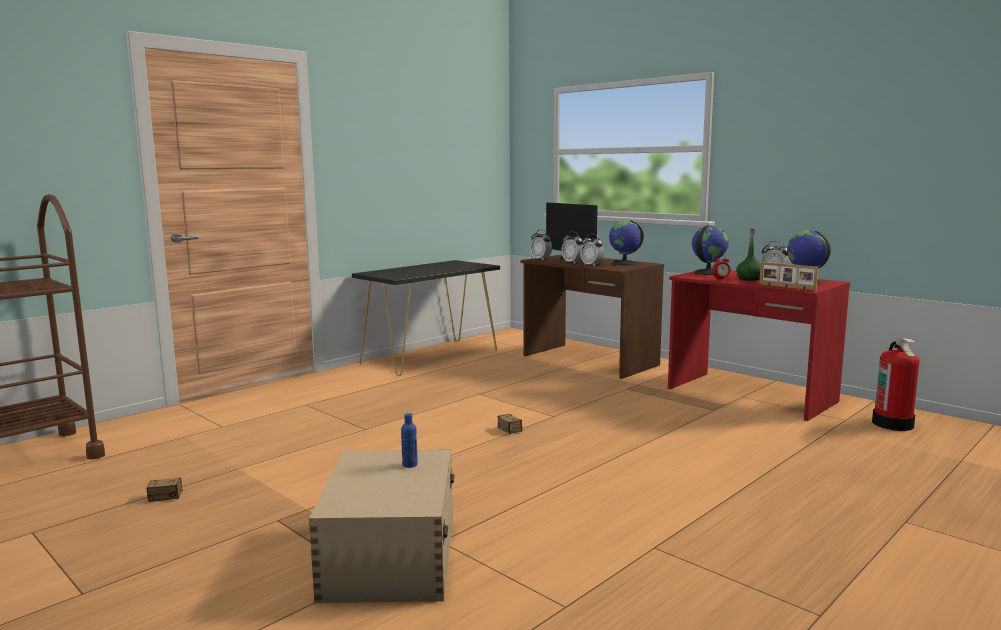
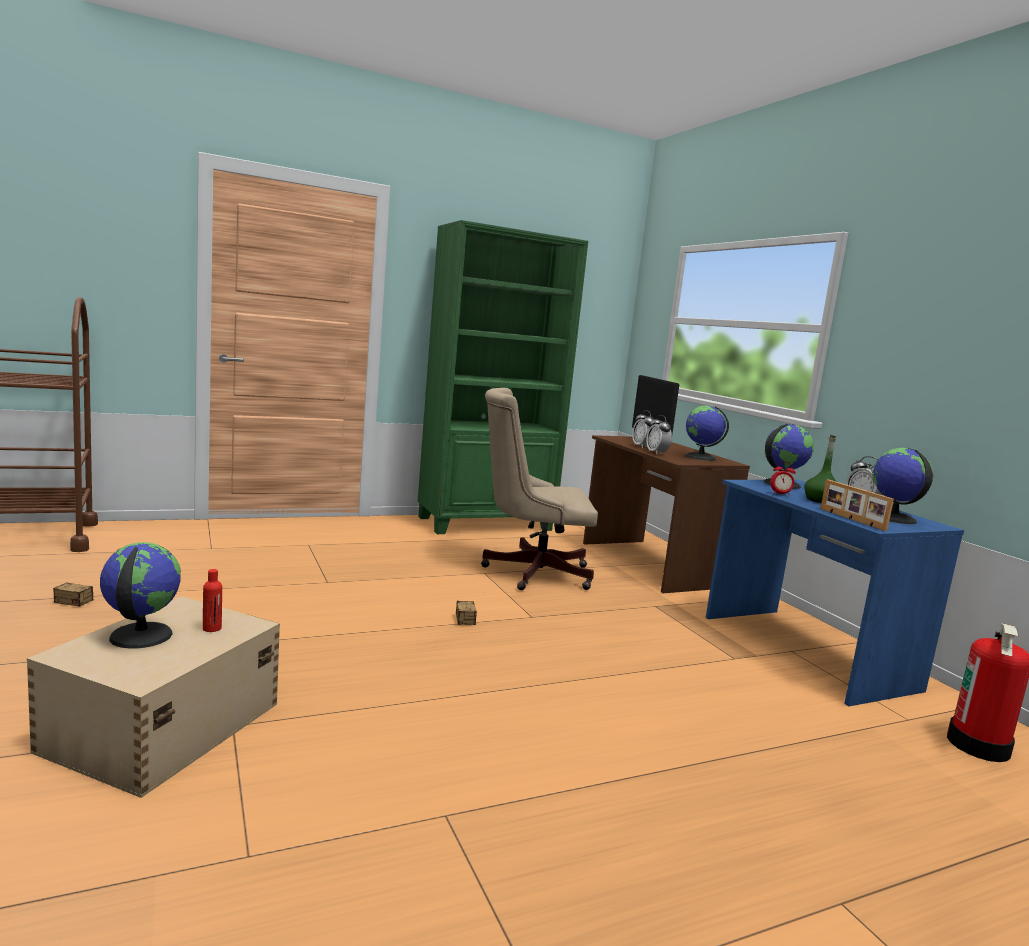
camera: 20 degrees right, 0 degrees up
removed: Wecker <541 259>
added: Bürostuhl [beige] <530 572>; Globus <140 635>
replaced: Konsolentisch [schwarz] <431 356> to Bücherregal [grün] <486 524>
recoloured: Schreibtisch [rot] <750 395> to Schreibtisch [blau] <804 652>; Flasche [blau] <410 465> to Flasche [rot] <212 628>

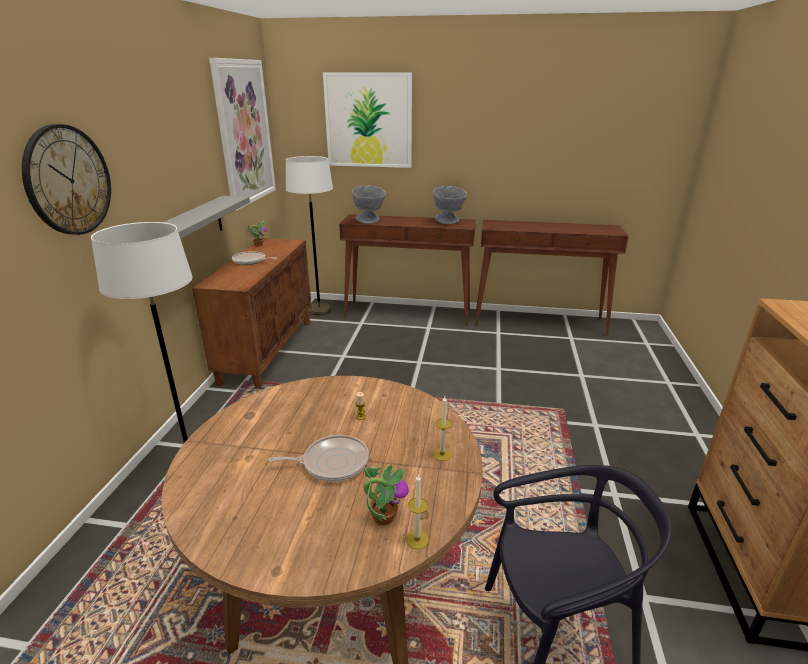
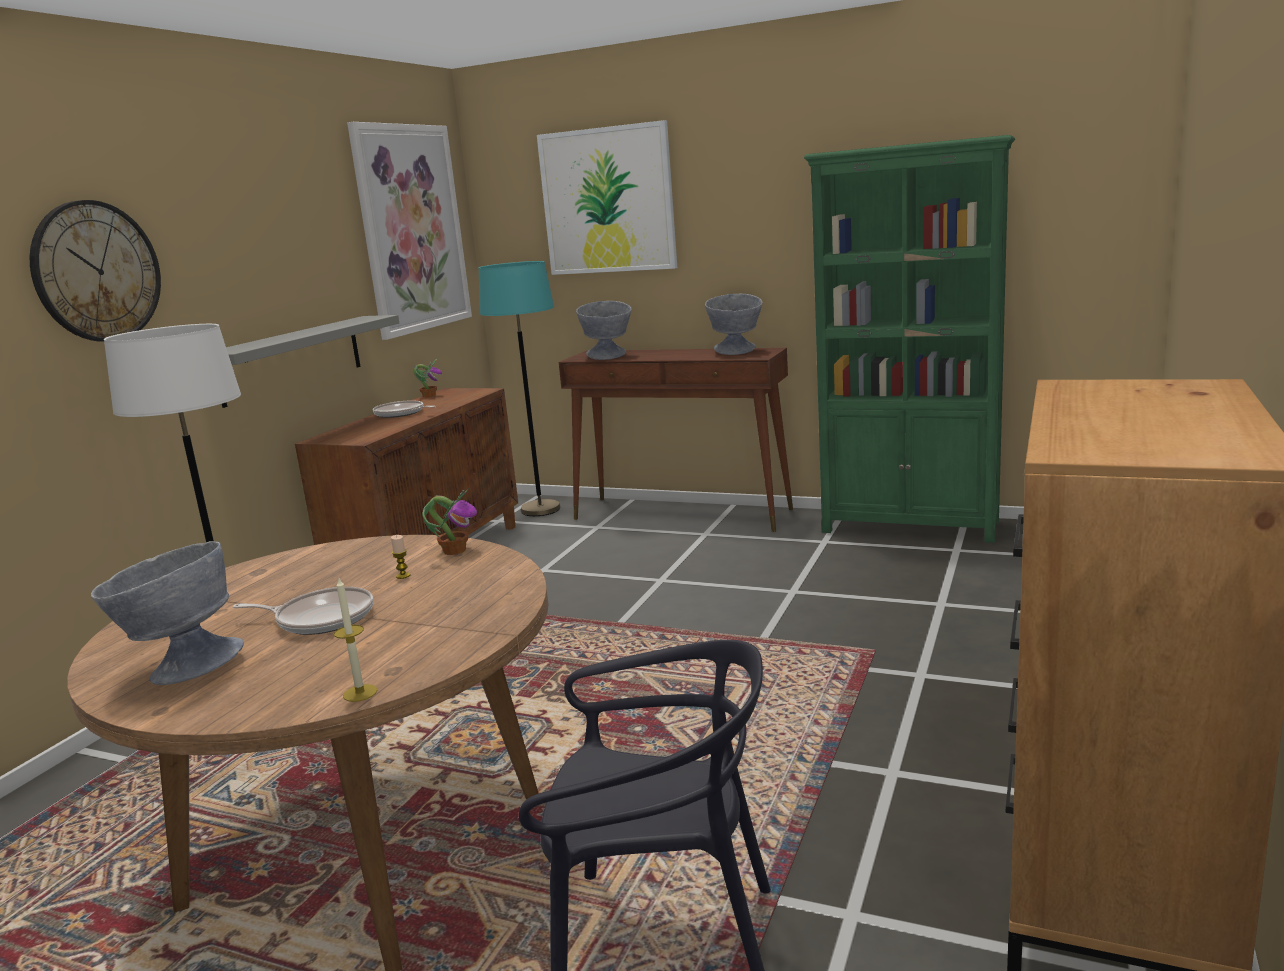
camera: 15 degrees right, 10 degrees down
removed: Kerze <442 454>
added: Schüssel [grau] <182 669>
moved: Topfpflanze <383 517> to <454 550>
replaced: Konsolentisch [braun] <539 322> to Bücherregal [grün] <911 526>
recoloured: Stehlampe [weiß] <319 310> to Stehlampe [türkis] <540 509>

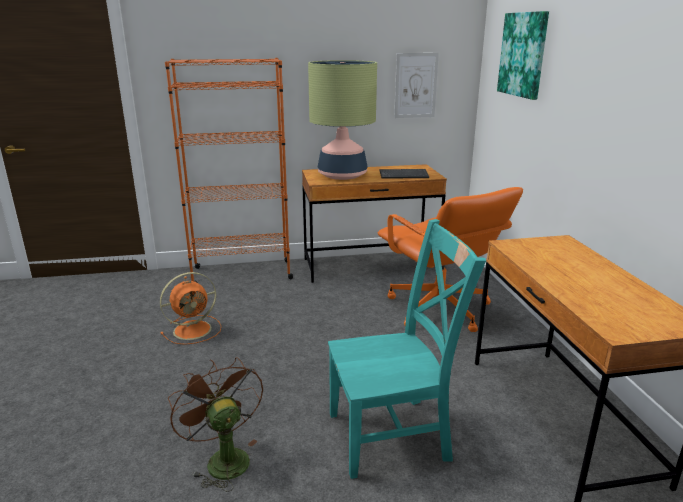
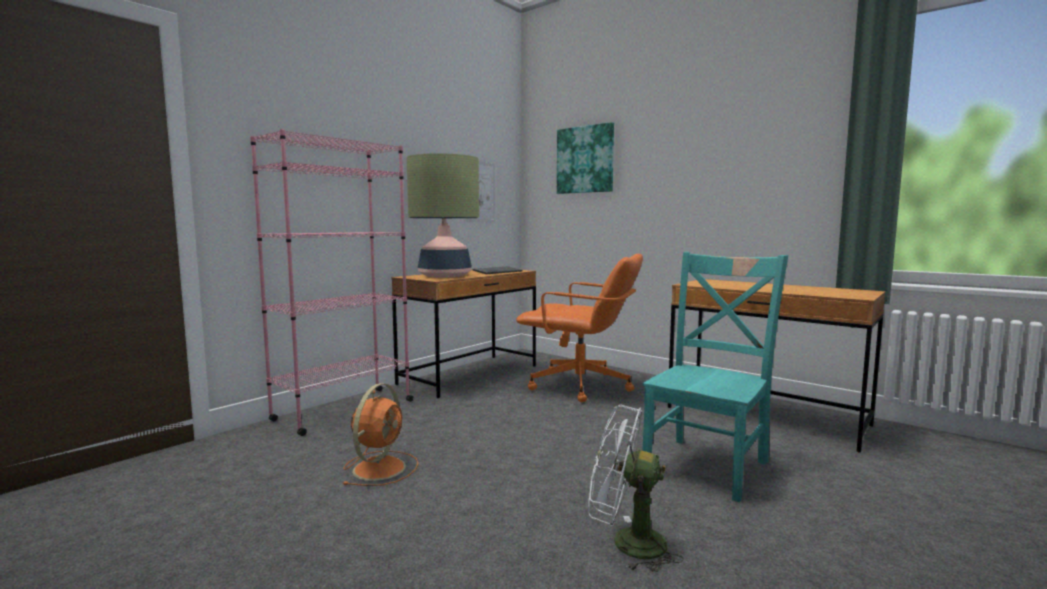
camera: 40 degrees left, 15 degrees down
recoloured: Bücherregal [orange] <242 273> to Bücherregal [rosa] <343 410>; Ventilator [braun] <223 458> to Ventilator [weiß] <626 543>

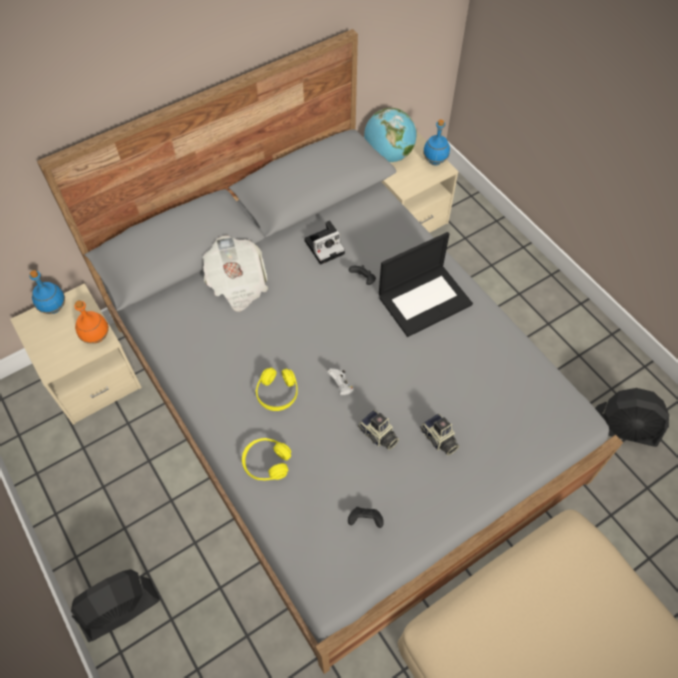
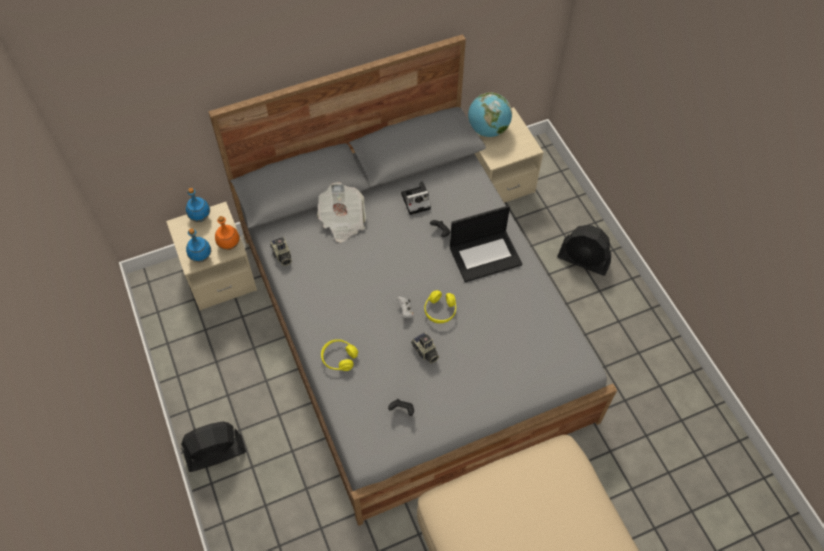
camera: 10 degrees right, 0 degrees up
moved: Flasche [blau] <435 161> to <201 257>; Kopfhörer [gelb] <277 393> to <440 310>; Ventilator [schwarz] <623 429> to <583 260>; Kamera <439 440> to <282 255>

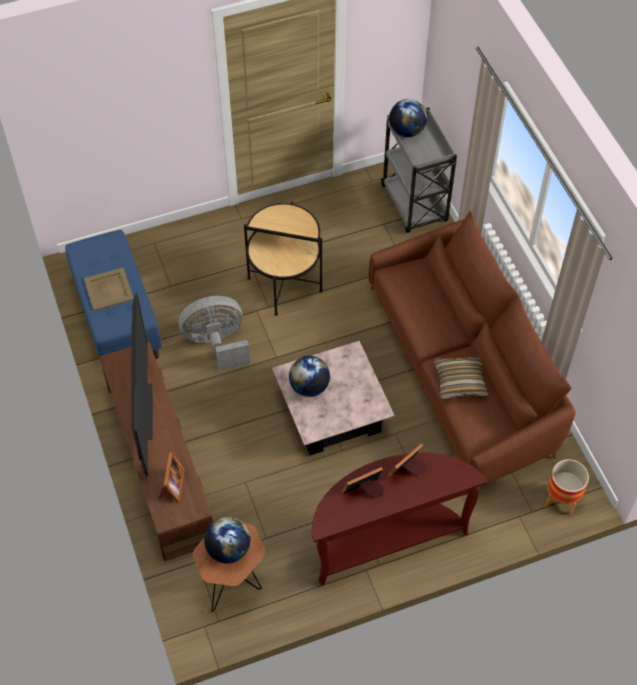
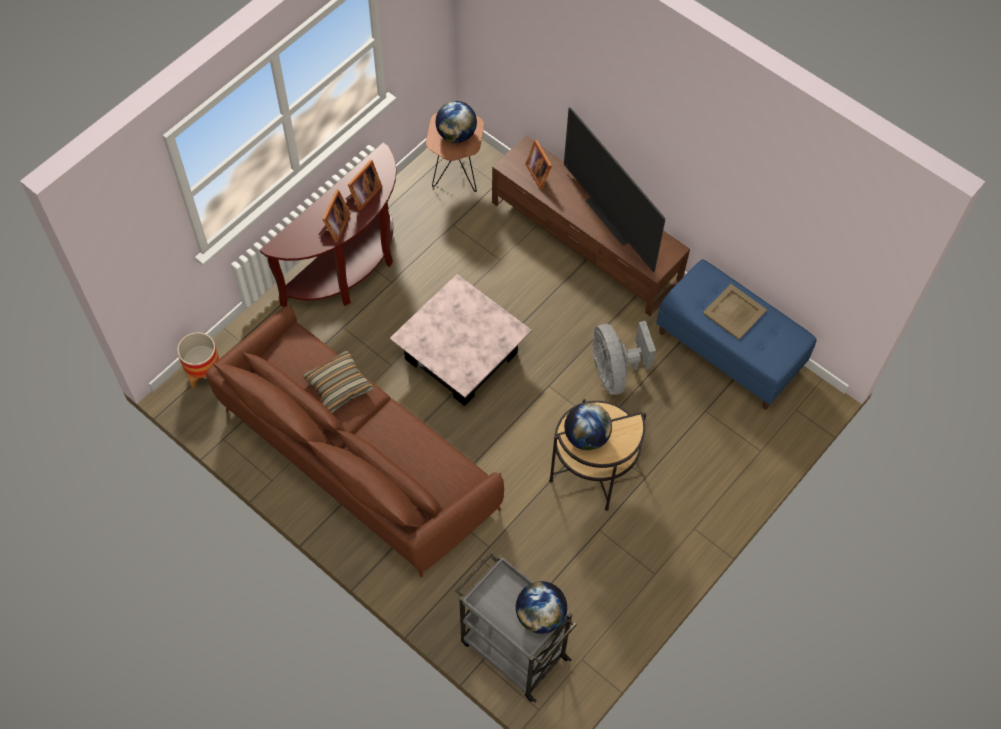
camera: 150 degrees right, 5 degrees up
moved: Globus <309 387> to <586 436>
turned: Ventilator [grau] <217 344> = <615 372> 120 degrees clockwise

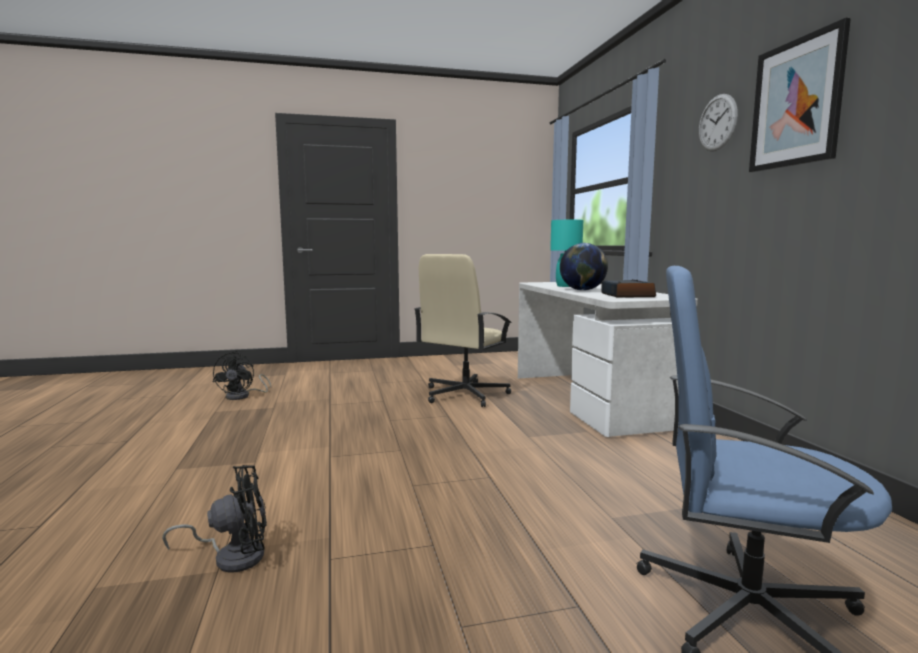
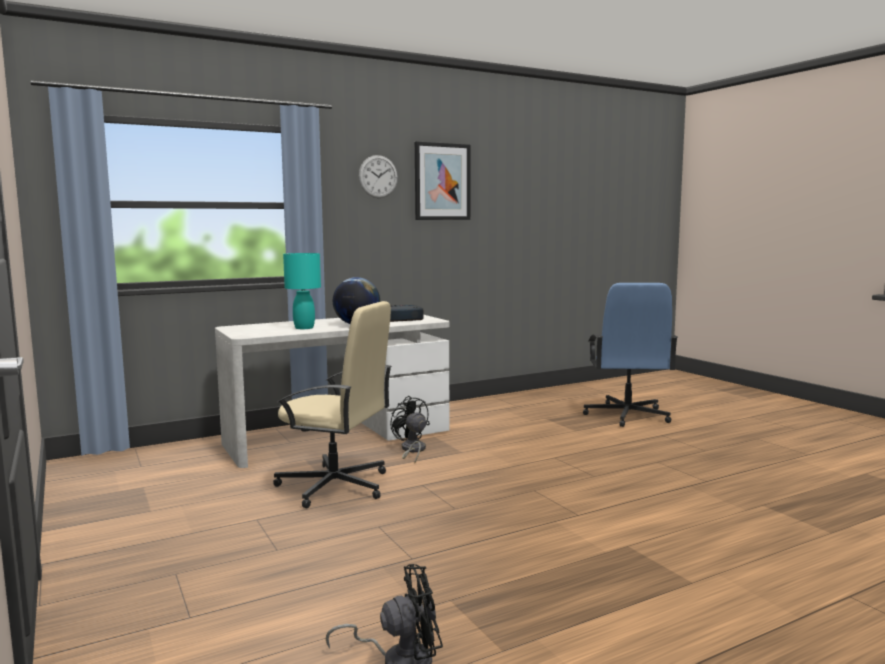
camera: 105 degrees left, 0 degrees up
moved: Ventilator [schwarz] <233 556> to <412 450>

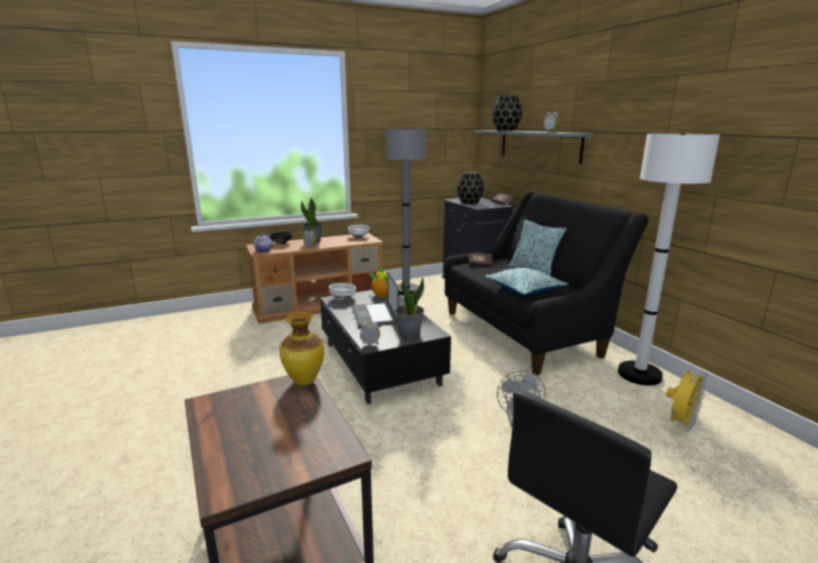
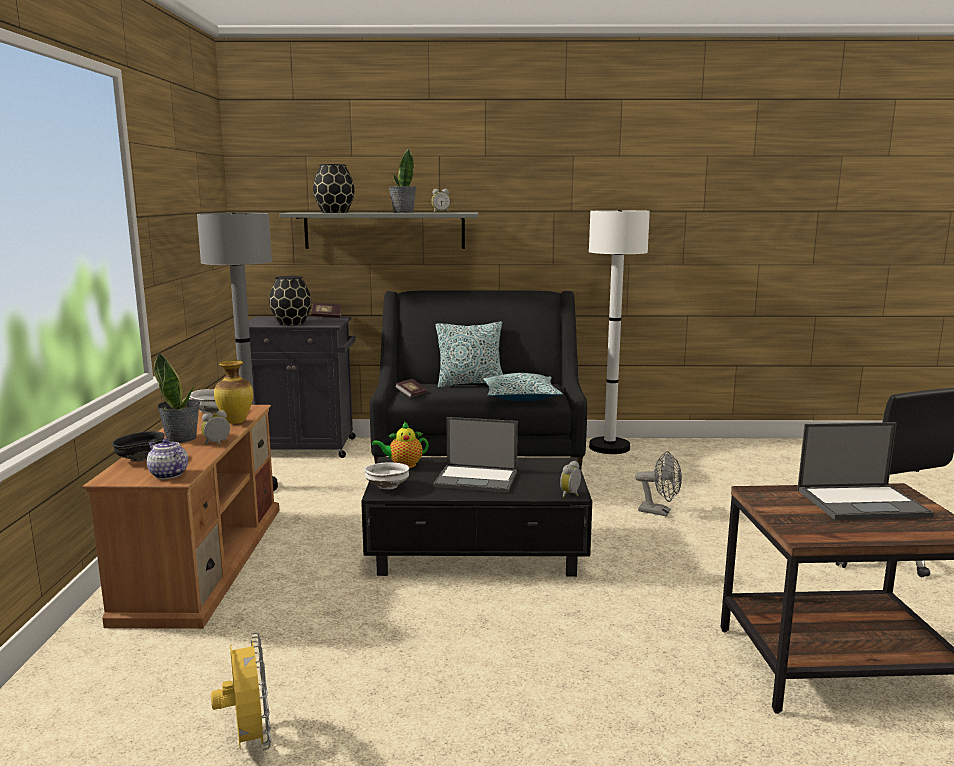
camera: 65 degrees left, 5 degrees down
added: Laptop <862 502>
moved: Topfpflanze <409 333> to <402 212>; Vase <303 382> to <235 422>; Ventilator [gelb] <681 424> to <249 741>

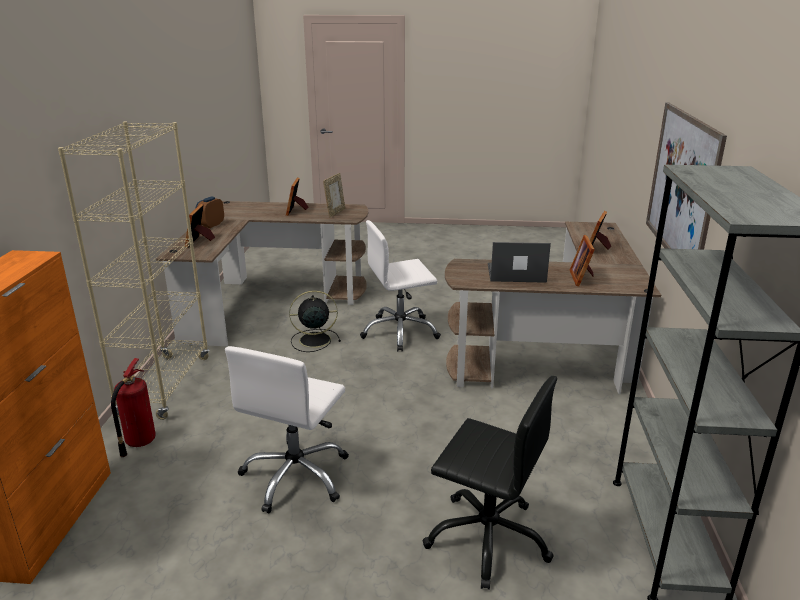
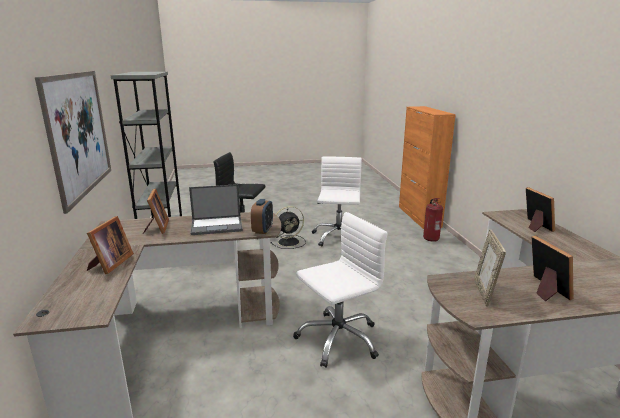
camera: 165 degrees right, 5 degrees down
removed: Bücherregal [beige] <165 386>
moved: Wecker <211 225> to <262 230>; Ventilator [schwarz] <313 340> to <289 242>

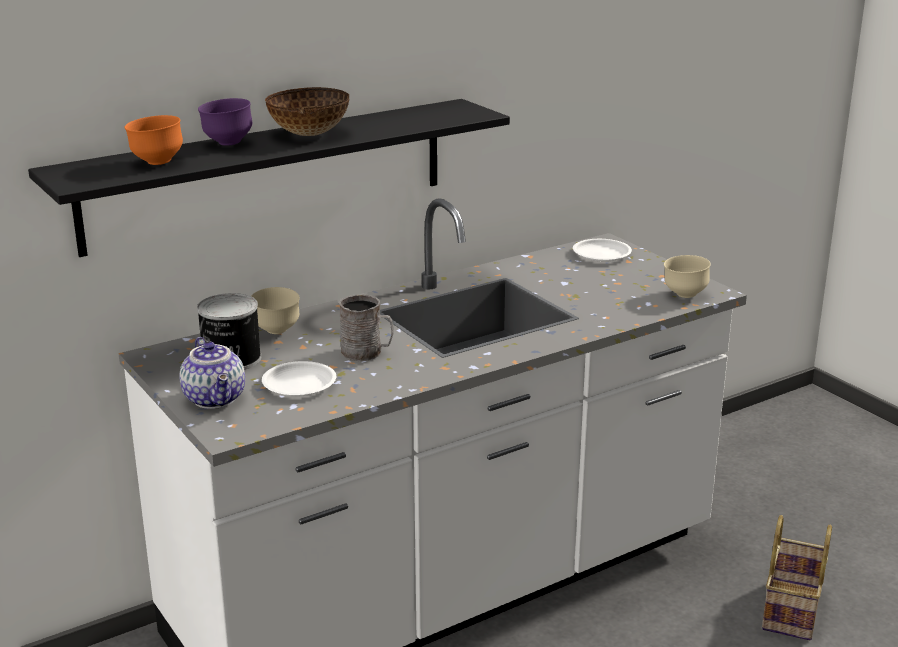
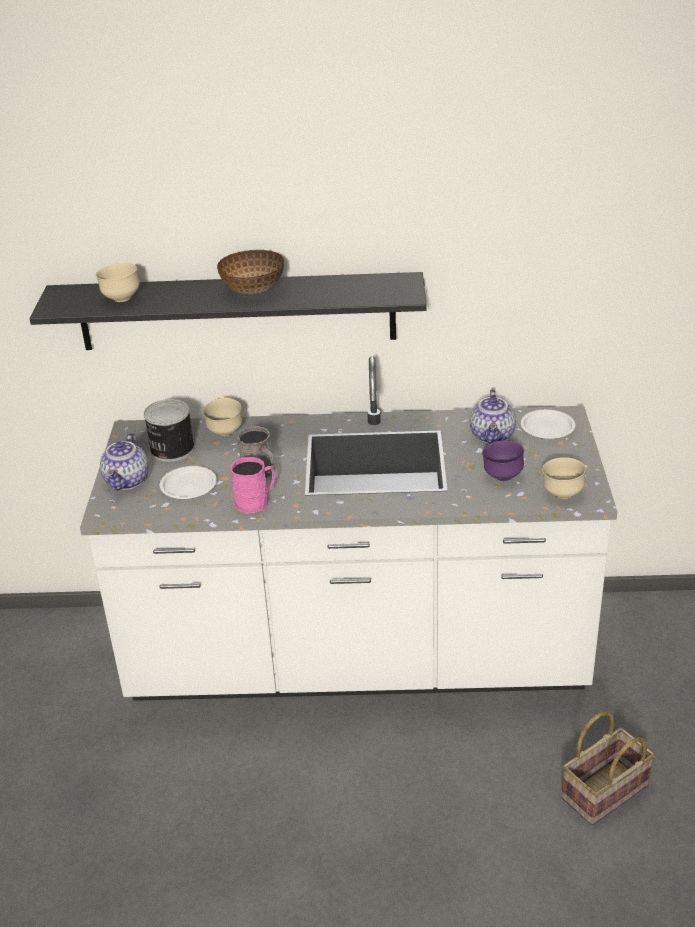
camera: 35 degrees right, 10 degrees up
added: Teekanne <493 436>; Henkelbecher [rosa] <256 501>
moved: Schüssel [lila] <227 143> to <502 477>
recoloured: Schüssel [orange] <156 162> to Schüssel [beige] <121 299>

